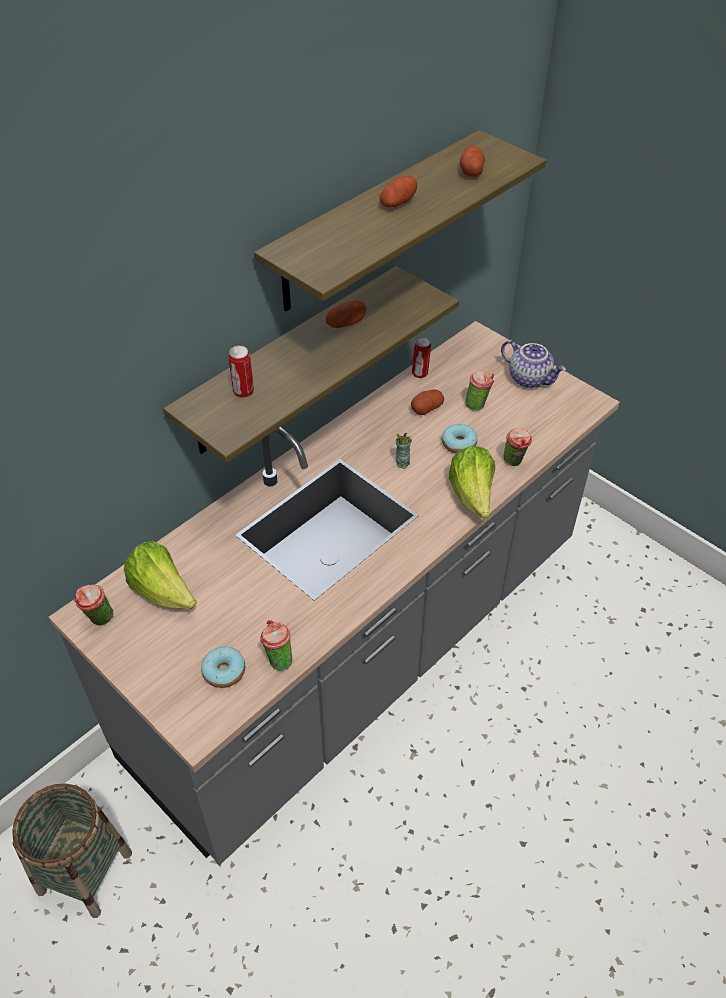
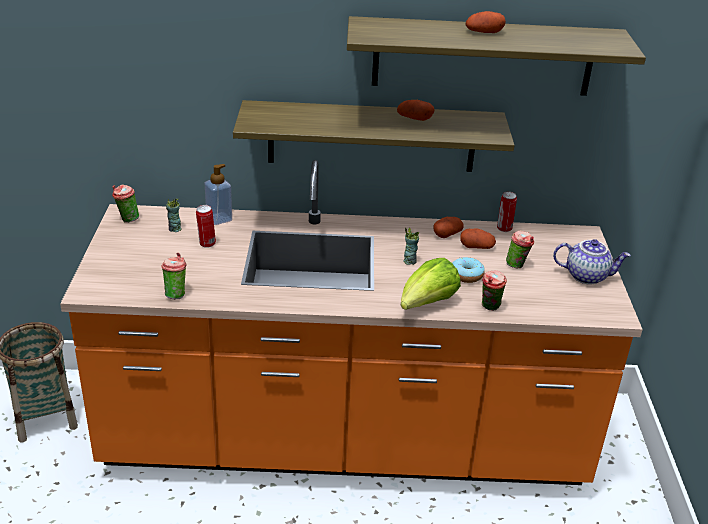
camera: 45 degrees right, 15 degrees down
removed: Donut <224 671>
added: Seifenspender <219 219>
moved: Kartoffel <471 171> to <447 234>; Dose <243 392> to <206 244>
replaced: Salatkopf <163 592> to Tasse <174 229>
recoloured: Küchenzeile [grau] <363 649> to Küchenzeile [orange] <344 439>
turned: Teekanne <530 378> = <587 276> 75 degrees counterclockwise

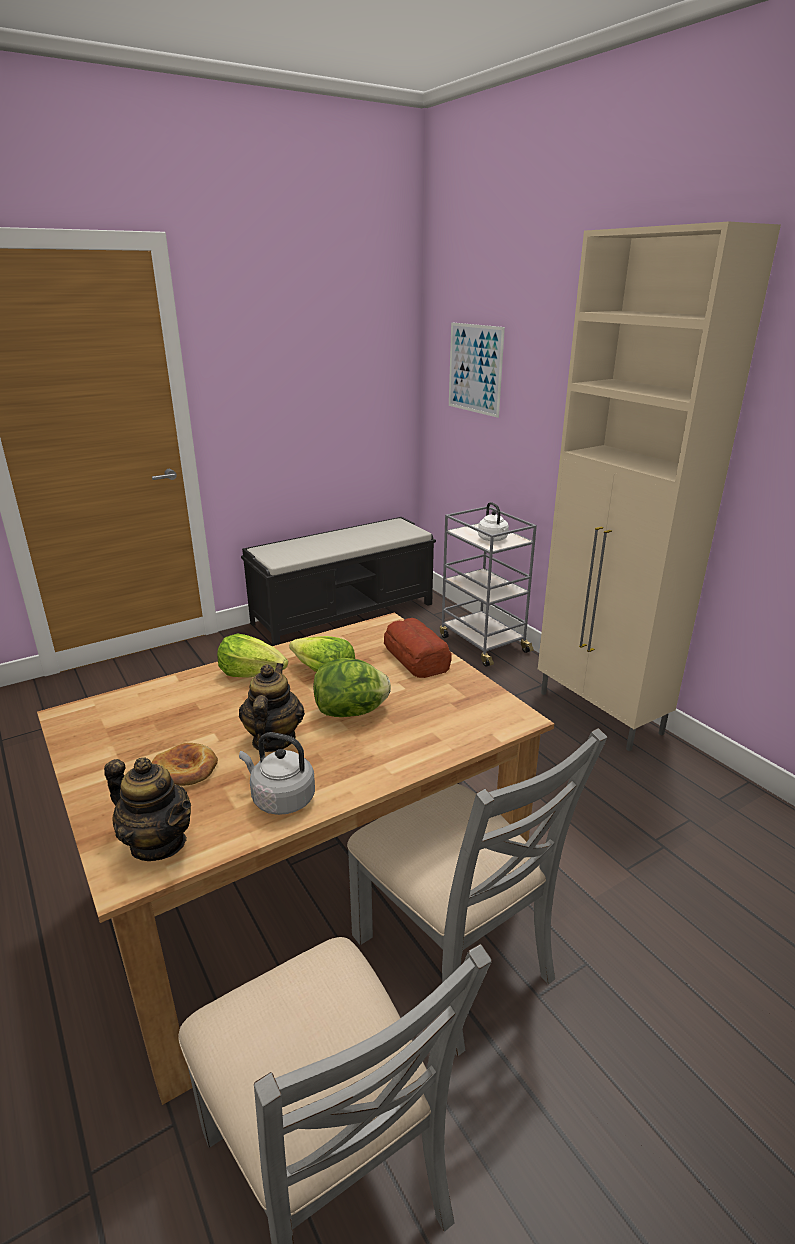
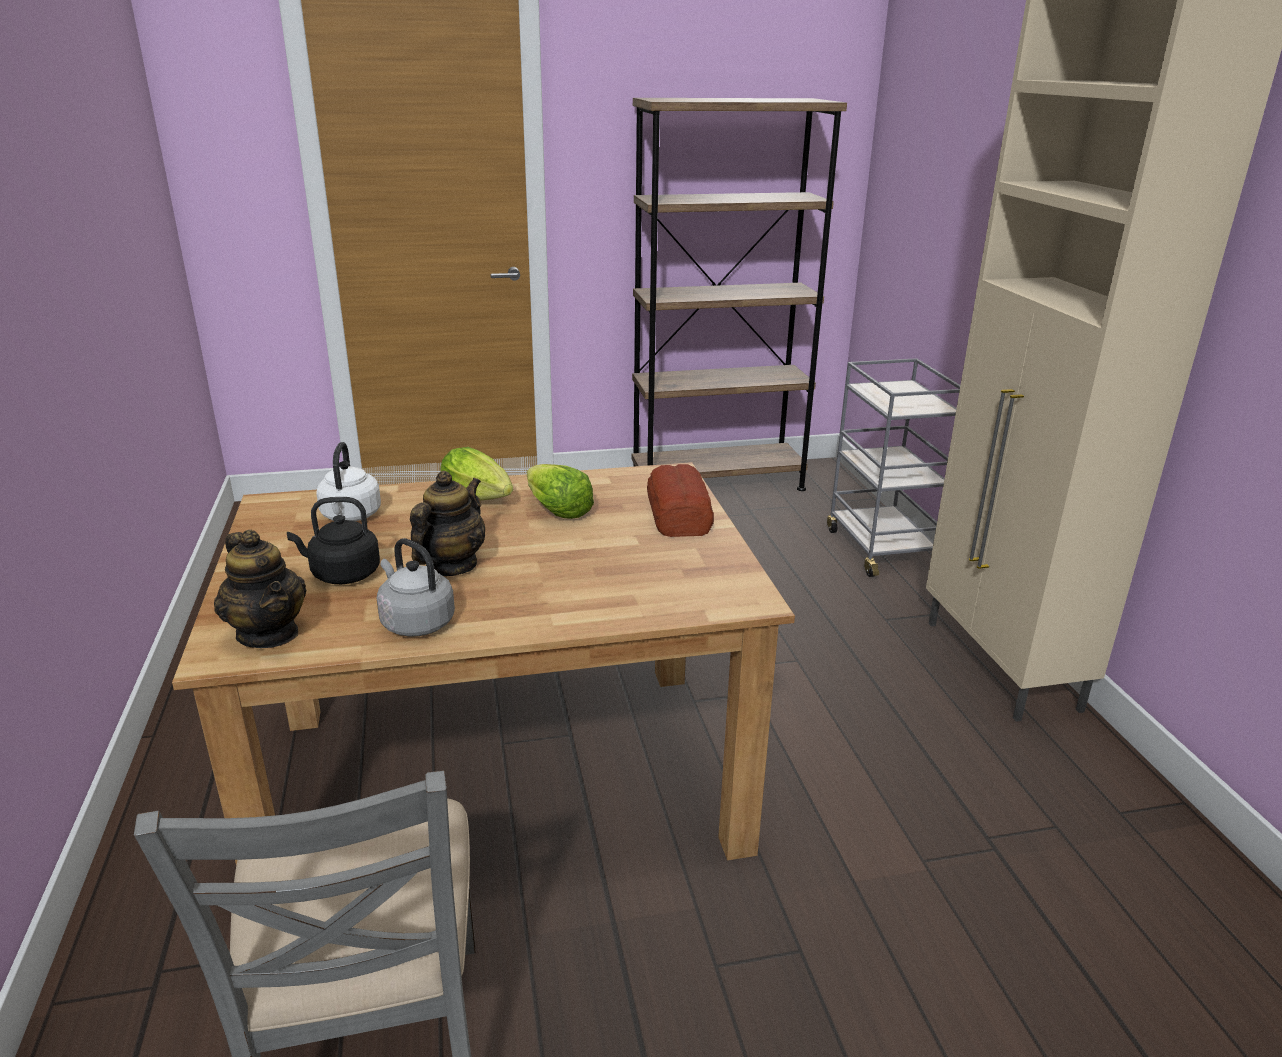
camera: 20 degrees right, 0 degrees up
removed: Bild <475 369>; Salatkopf <351 712>; Stuhl [grau] <454 956>
moved: Wasserkessel [weiß] <493 539> to <350 516>
replaced: Bank [schwarz] <345 613> to Bücherregal [braun] <717 482>; Brot <185 769> to Wasserkessel [schwarz] <342 574>

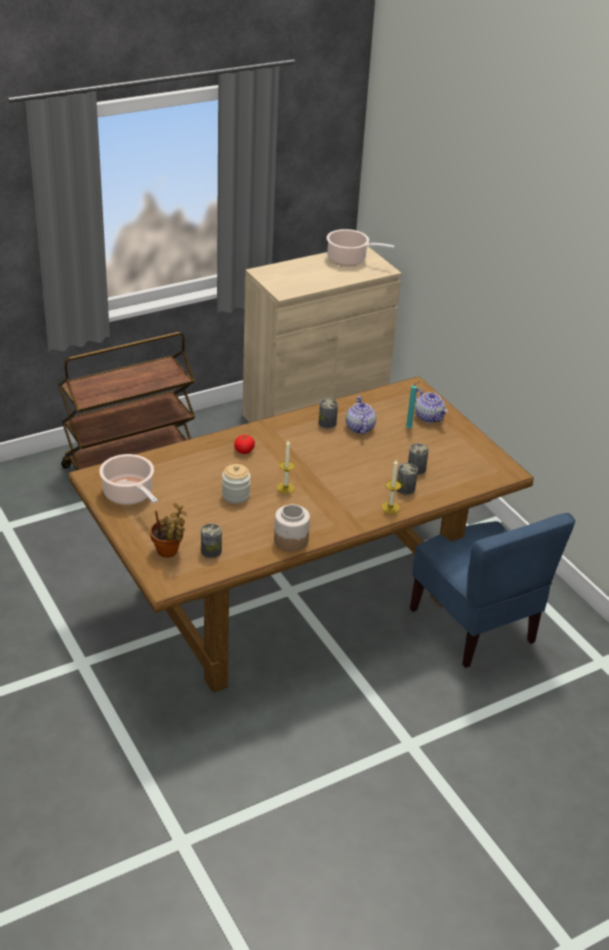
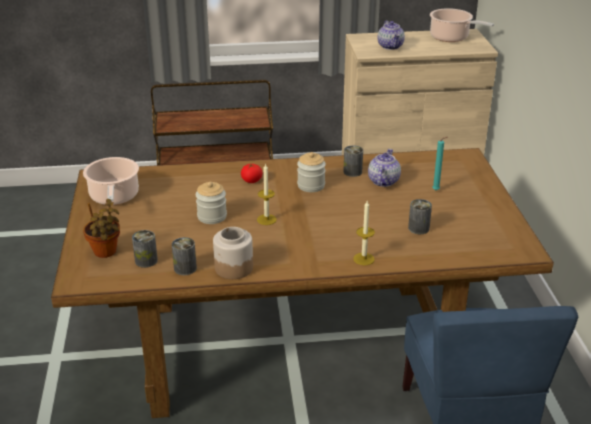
camera: 25 degrees right, 5 degrees down
added: Vorratsglas <311 185>
moved: Teekanne <429 417> to <390 46>; Dose <405 489> to <185 268>

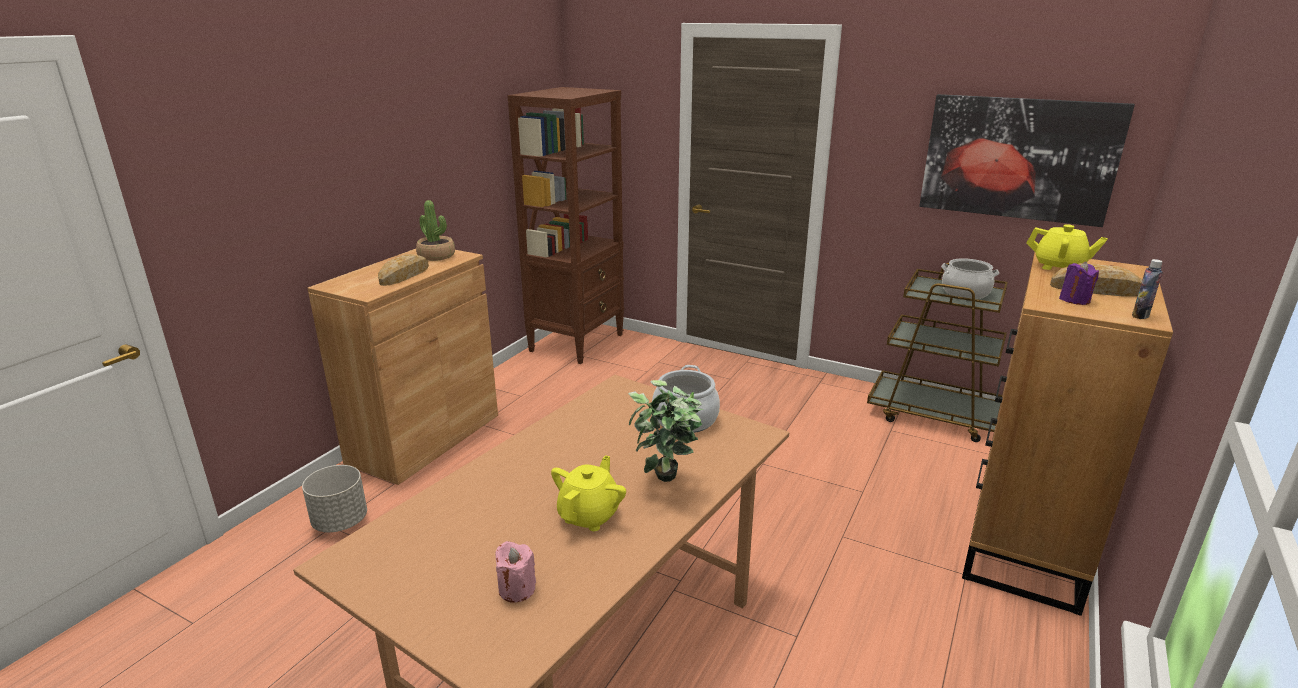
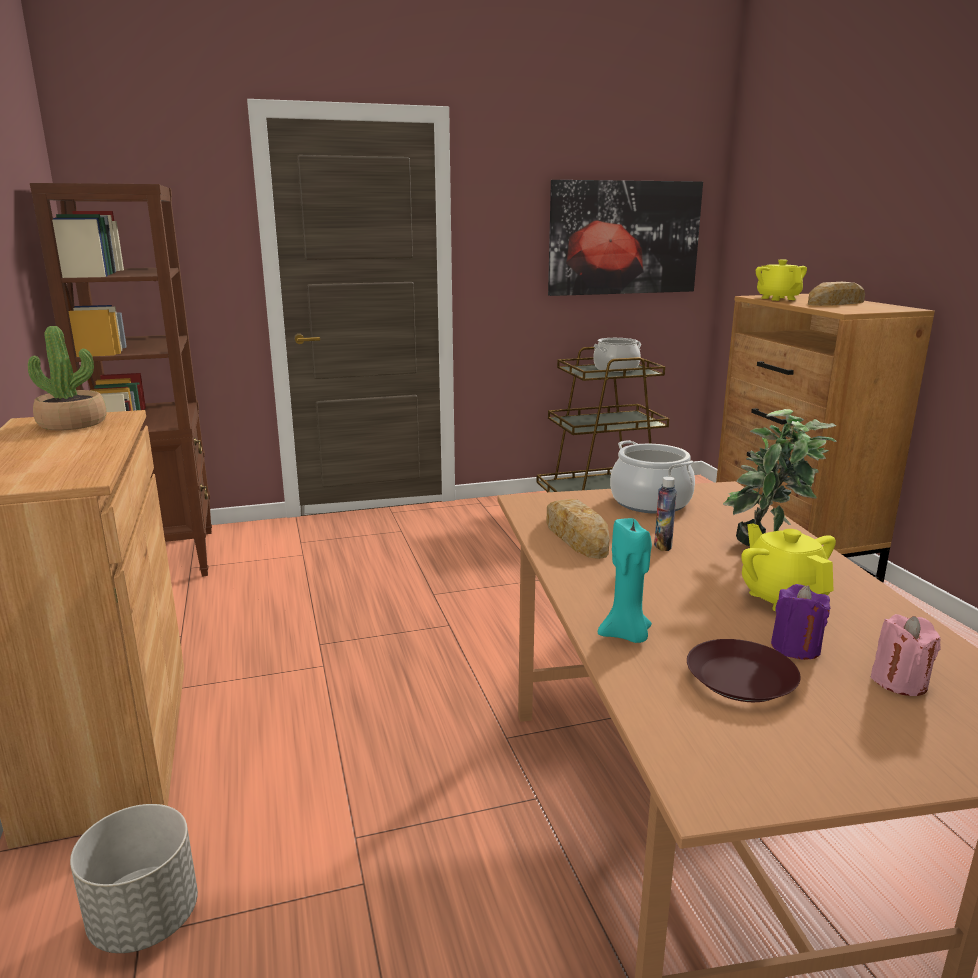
camera: 45 degrees left, 5 degrees down
added: Kerze [türkis] <626 635>; Teller [braun] <741 680>
moved: Brot <405 275> to <575 536>; Flasche <1140 316> to <663 546>; Kerze [lila] <1074 300> to <795 647>
turned: Teekanne [gelb] <1059 267> = <778 299> 90 degrees counterclockwise

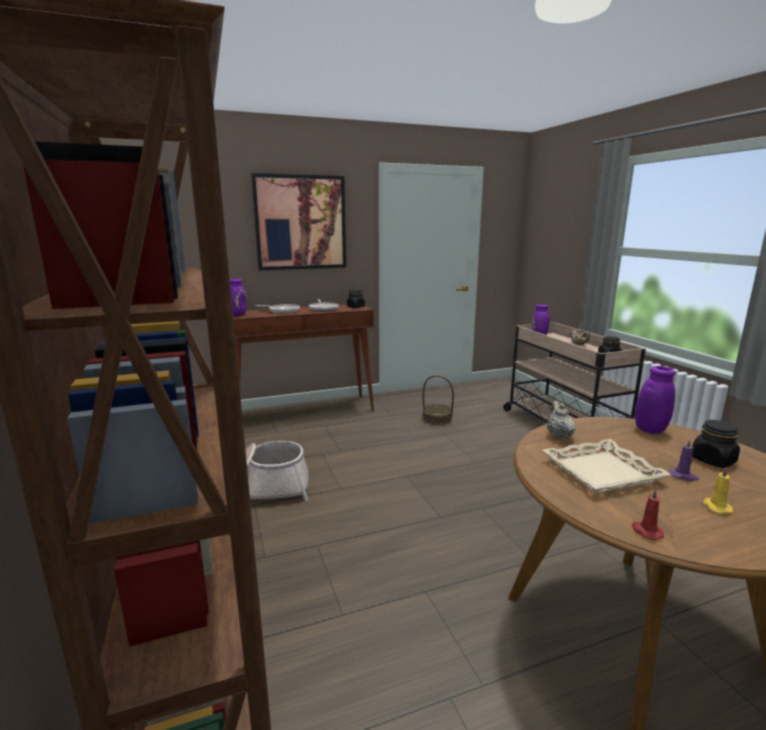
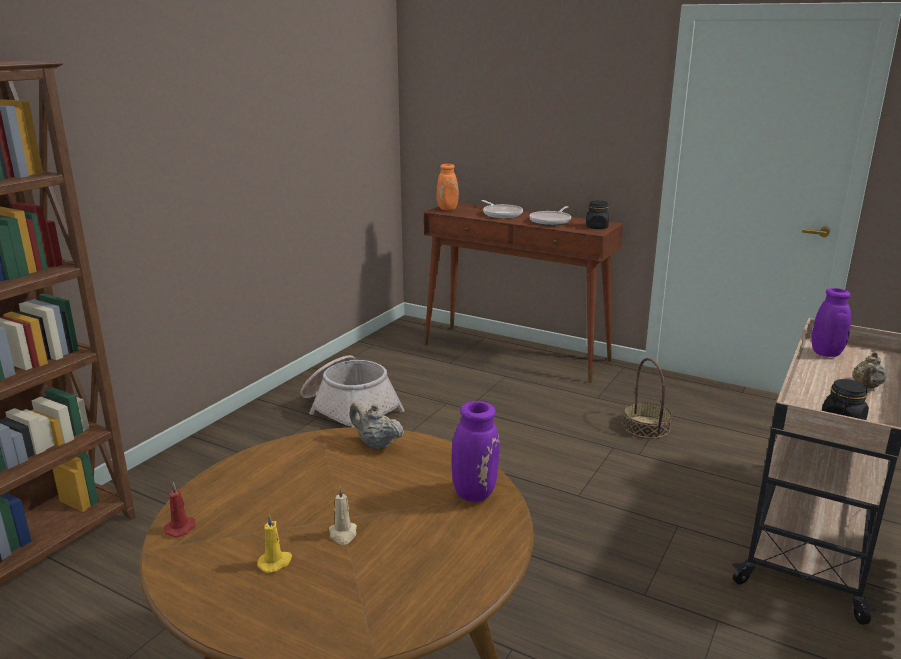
camera: 50 degrees right, 5 degrees up
removed: Bild <300 223>; Vorratsglas [schwarz] <713 460>; Tablett [beige] <602 472>
recoloured: Vase [lila] <238 315> to Vase [orange] <448 209>; Kerze [lila] <683 476> to Kerze [beige] <343 534>
turned: Teekanne [beige] <559 436> = <376 444> 105 degrees counterclockwise

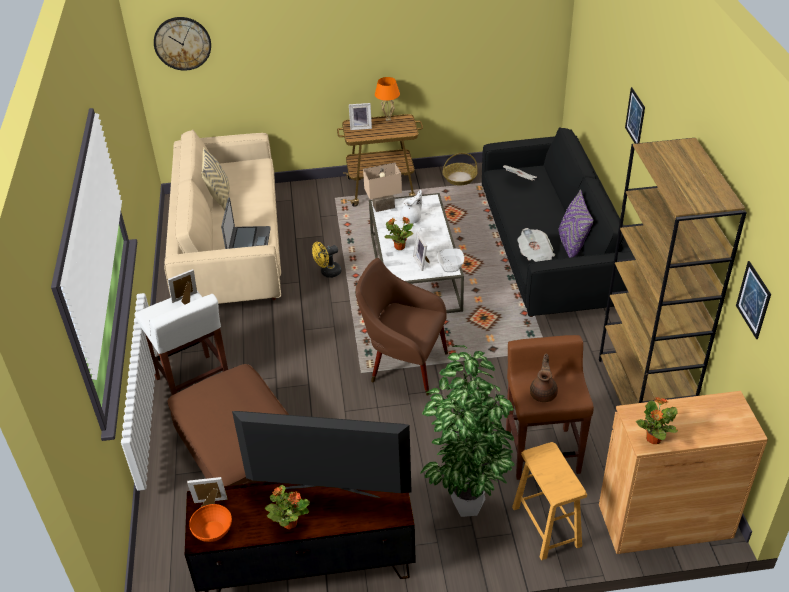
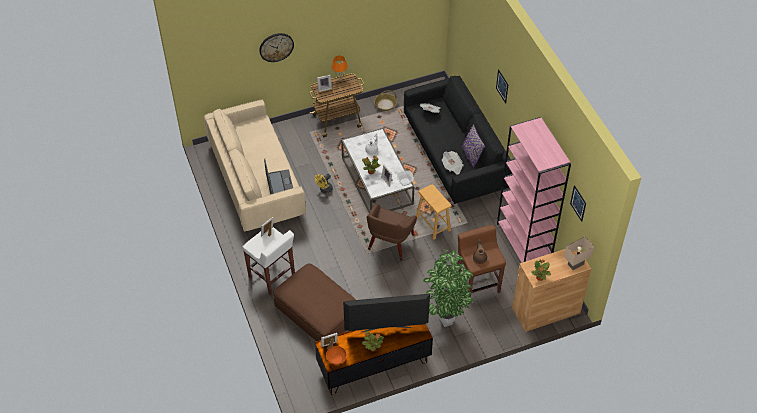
camera: 15 degrees left, 10 degrees up
removed: Kissen [beige] <219 197>
moved: Wanduhr <182 43> to <276 47>; Tischlampe [beige] <383 206> to <575 263>; Hocker [braun] <546 526> to <433 224>
recoloured: Bücherregal [braun] <643 395> to Bücherregal [rosa] <524 242>
turned: Sessel [braun] <404 365> = <389 245> 75 degrees counterclockwise

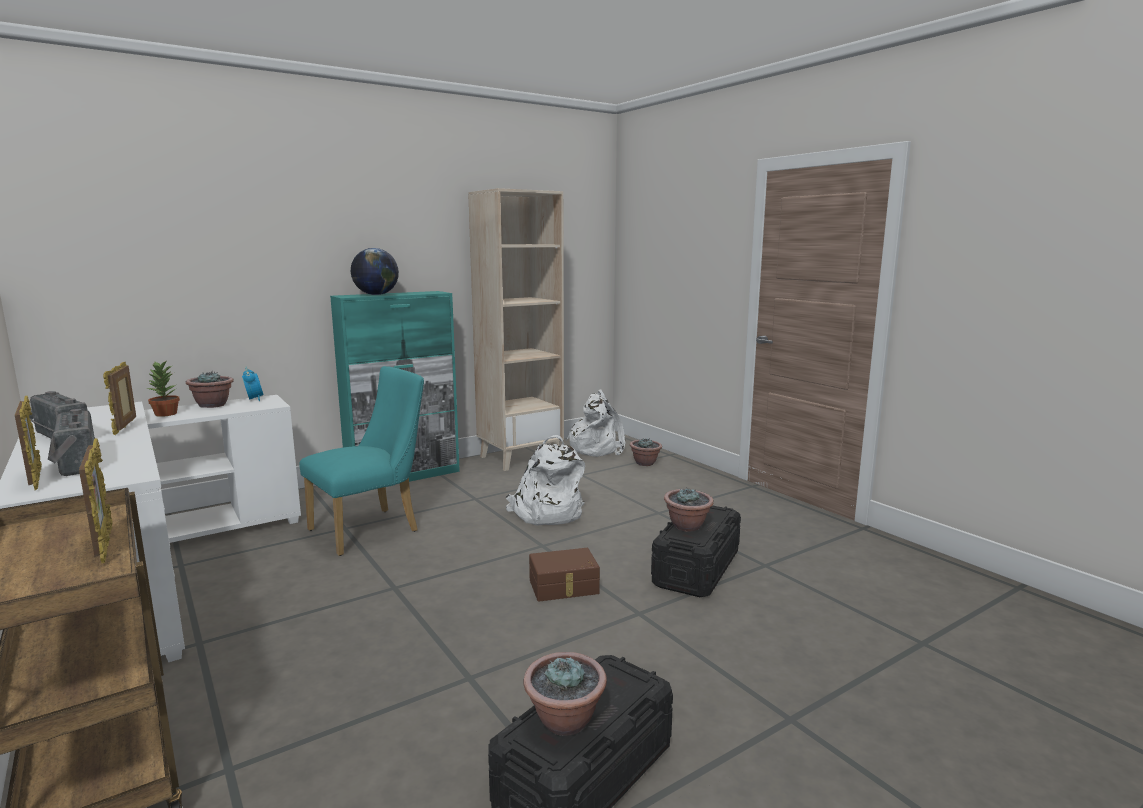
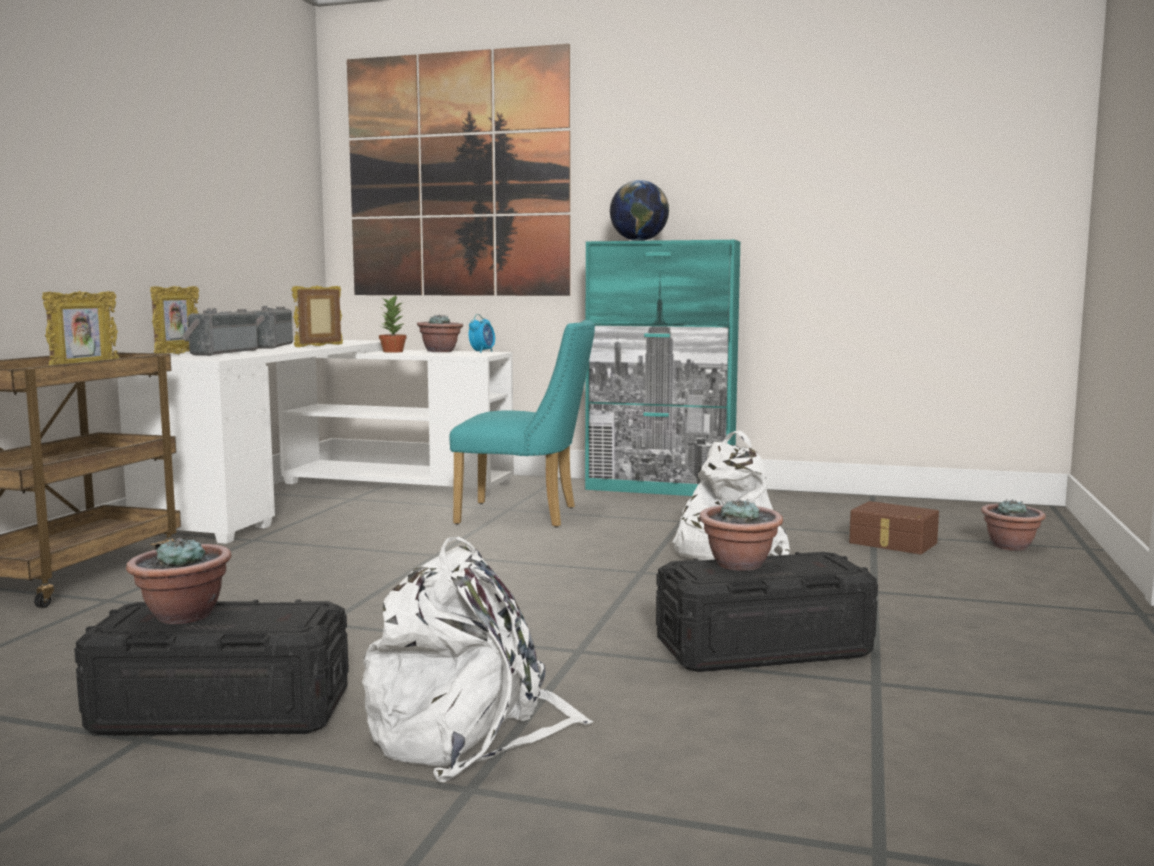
camera: 50 degrees right, 5 degrees down
removed: Bücherregal [beige] <520 458>
added: Bild <457 176>
moved: Rucksack [weiß] <596 448> to <469 733>; Aufbewahrungsbox [braun] <564 587> to <892 543>

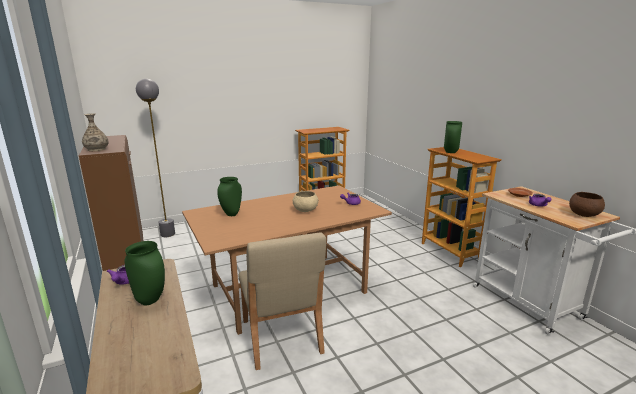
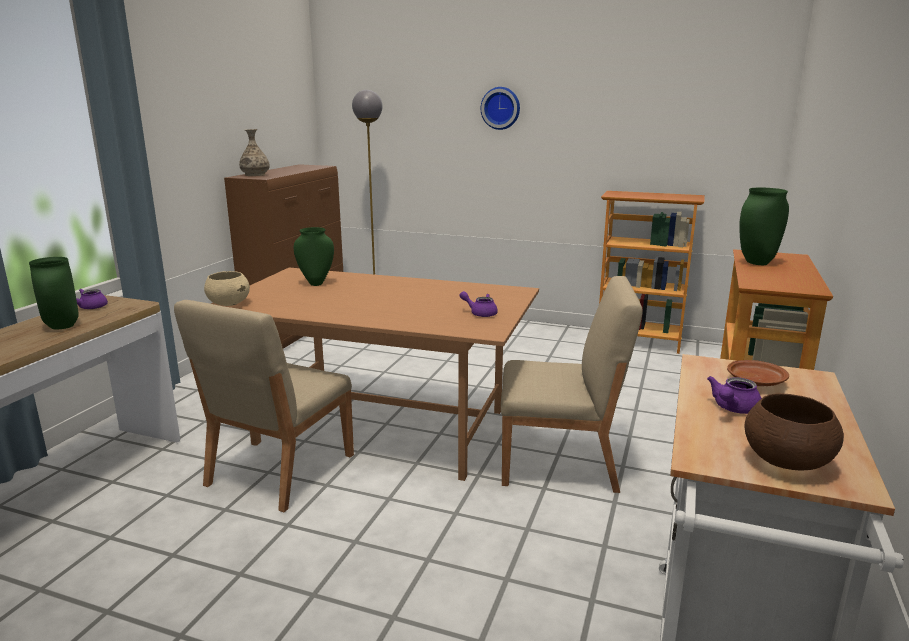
camera: 45 degrees right, 0 degrees up
added: Wanduhr <501 108>; Stuhl [beige] <560 463>
moved: Schüssel [beige] <305 210> to <229 304>

